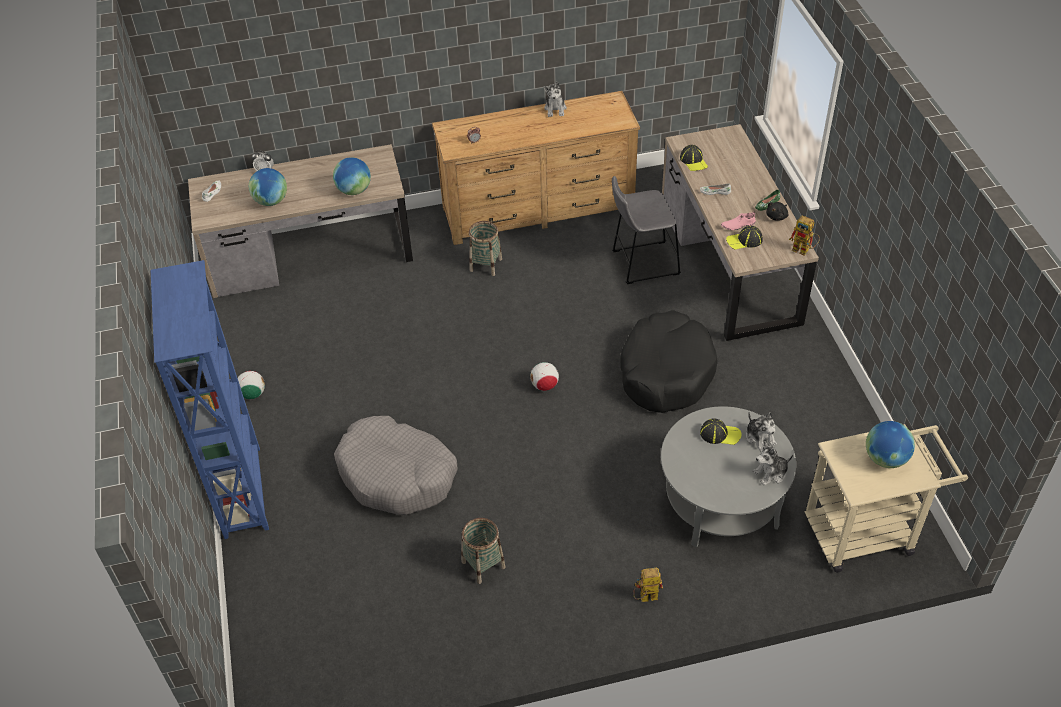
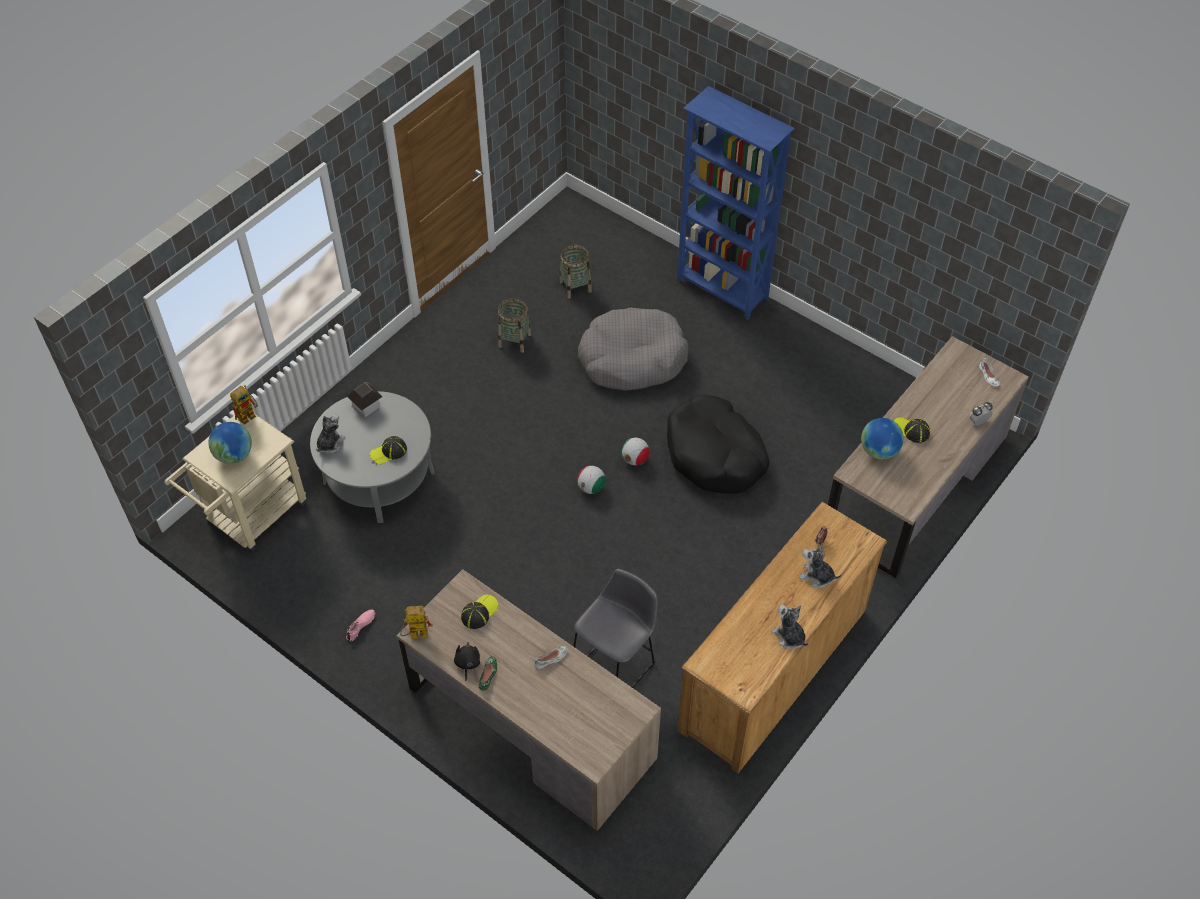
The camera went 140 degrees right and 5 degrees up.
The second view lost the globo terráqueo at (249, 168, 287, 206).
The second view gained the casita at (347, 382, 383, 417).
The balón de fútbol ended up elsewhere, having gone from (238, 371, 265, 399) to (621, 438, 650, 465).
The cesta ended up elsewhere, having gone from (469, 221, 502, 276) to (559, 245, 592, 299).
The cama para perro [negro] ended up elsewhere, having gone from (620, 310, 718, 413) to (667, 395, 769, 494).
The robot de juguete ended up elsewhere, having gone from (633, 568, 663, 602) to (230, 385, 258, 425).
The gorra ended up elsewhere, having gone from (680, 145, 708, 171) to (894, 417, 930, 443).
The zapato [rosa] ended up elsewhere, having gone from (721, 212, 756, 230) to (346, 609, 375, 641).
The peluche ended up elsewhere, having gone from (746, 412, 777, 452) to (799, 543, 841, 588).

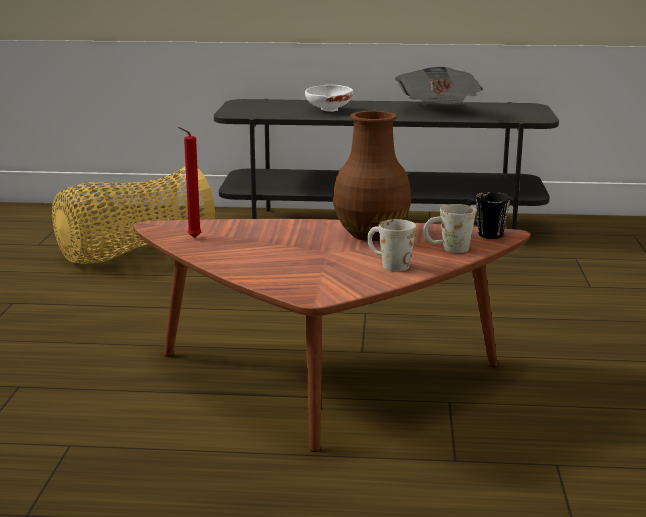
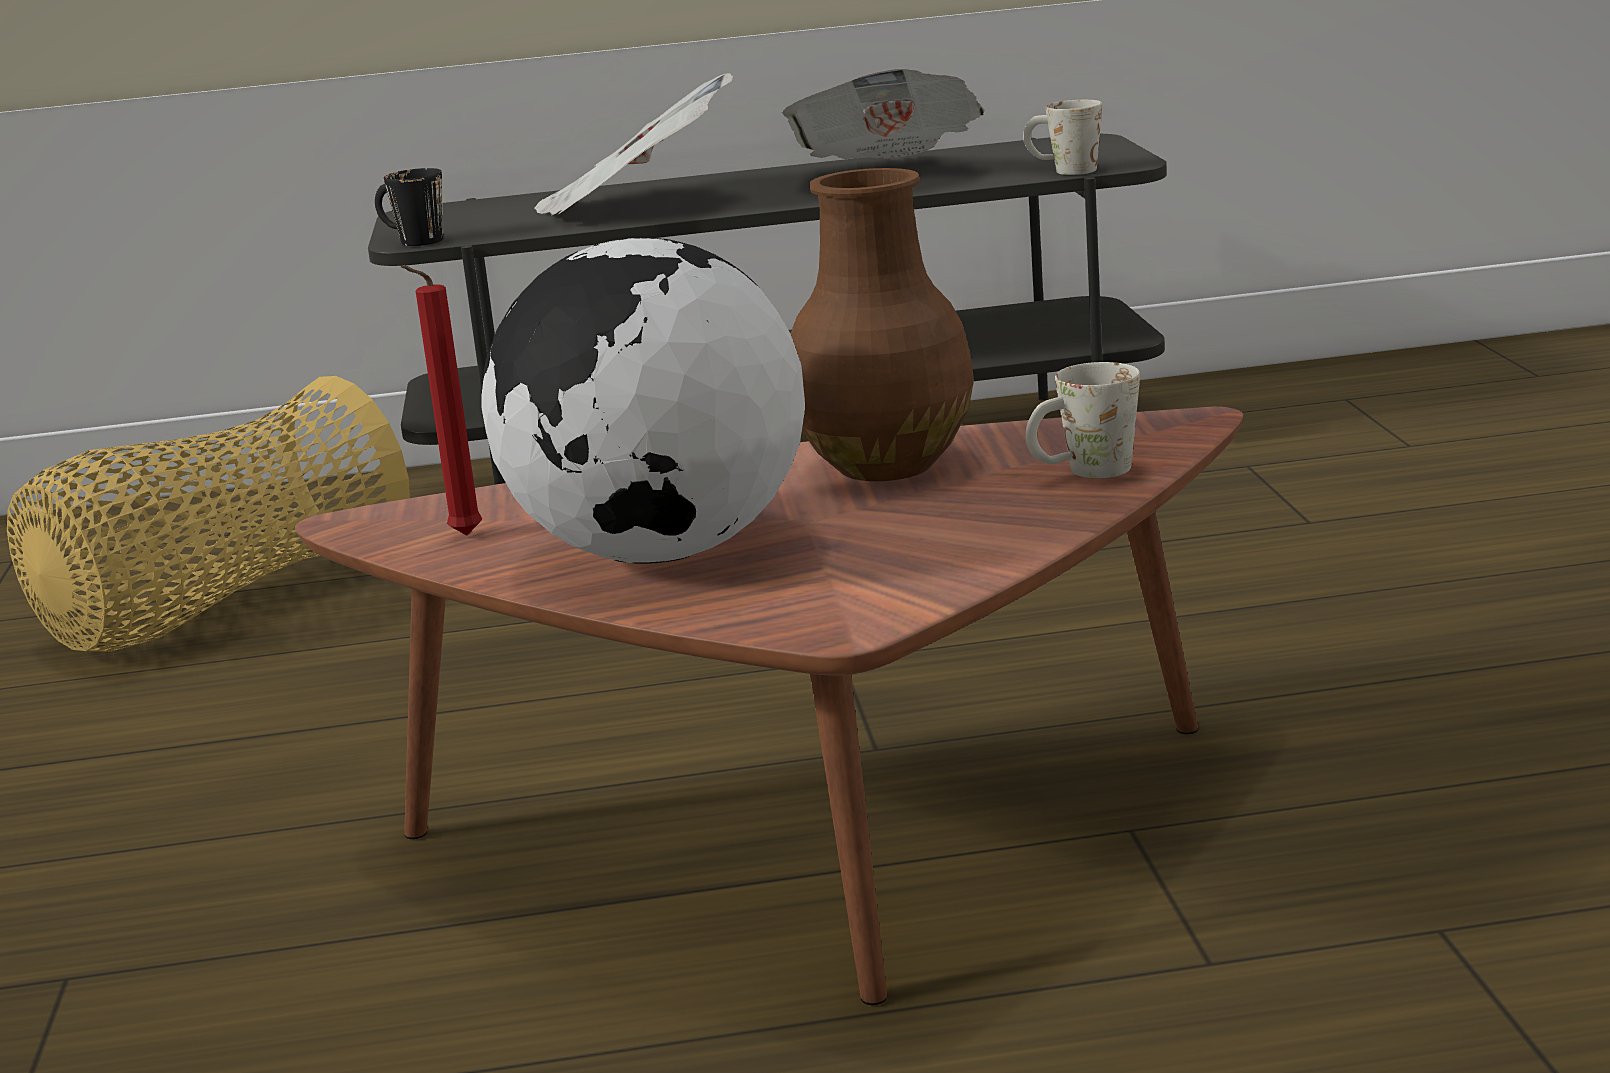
The camera went 10 degrees left and 0 degrees up.
The second view gained the globo terráqueo at (481, 237, 805, 564).
The taza grande [blanco] ended up elsewhere, having gone from (367, 219, 416, 271) to (1023, 100, 1102, 175).
The taza grande [negro] ended up elsewhere, having gone from (465, 192, 510, 239) to (375, 168, 443, 246).
Where the cuenco [blanco] stood at (305, 85, 353, 112), the periódico came to stand at (534, 73, 733, 215).

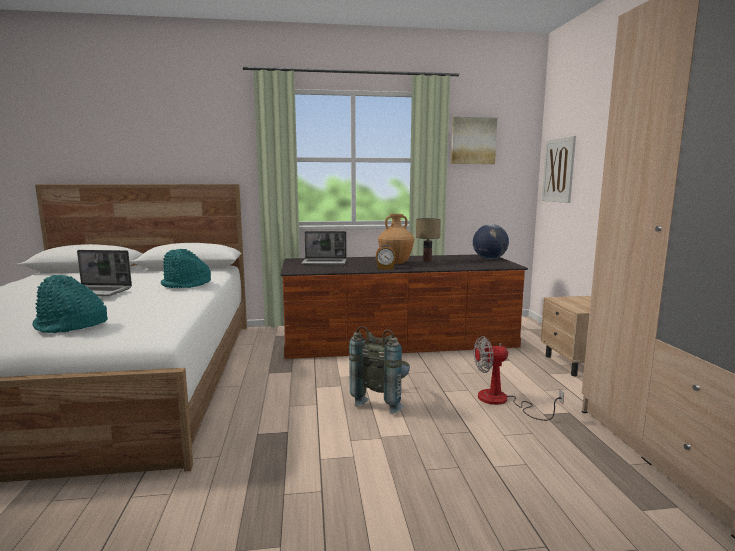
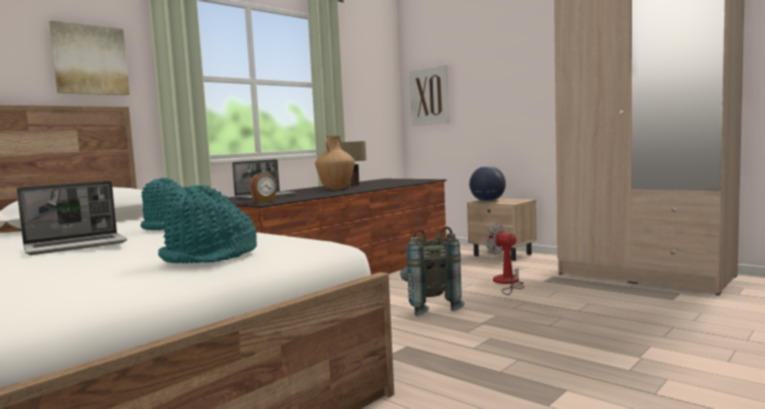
The camera went 40 degrees left and 5 degrees down.
The despertador ended up elsewhere, having gone from (376, 245, 396, 270) to (249, 172, 277, 203).
The cuadro ended up elsewhere, having gone from (451, 117, 497, 164) to (49, 20, 130, 95).
The globo terráqueo ended up elsewhere, having gone from (473, 224, 509, 259) to (469, 166, 506, 202).
The ventilador at (474, 336, 564, 421) ended up facing another way, 90 degrees clockwise from before.

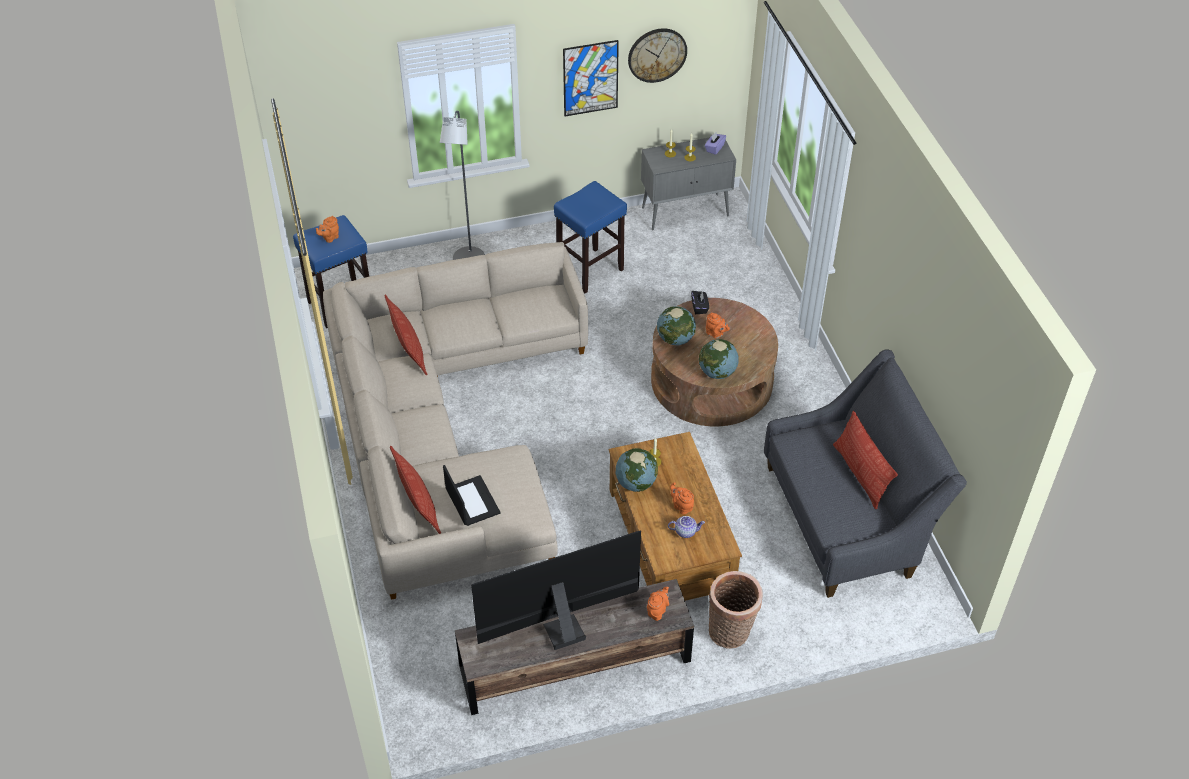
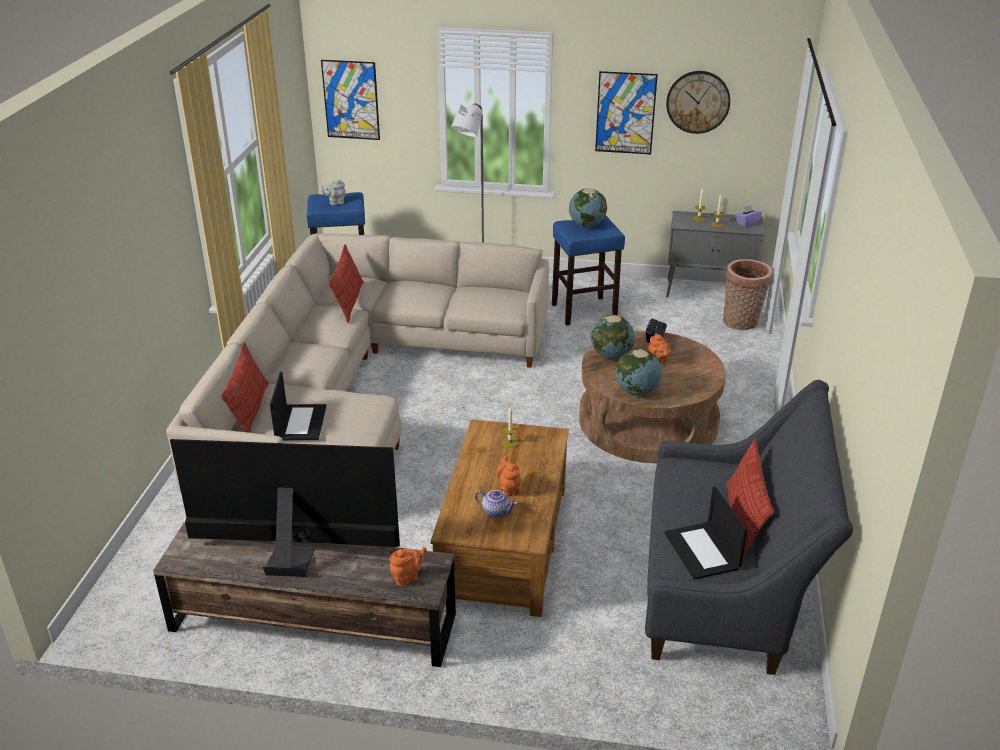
The camera went 25 degrees right and 15 degrees down.
The second view gained the cuadro at (321, 60, 380, 140).
The second view gained the portátil at (665, 486, 748, 580).
The globo terráqueo ended up elsewhere, having gone from (616, 448, 658, 492) to (569, 188, 607, 227).
The cesta ended up elsewhere, having gone from (709, 571, 763, 649) to (723, 259, 773, 330).
What was the tetera [naranja] at (316, 216, 339, 243) turned into the tetera [gris] at (320, 180, 346, 205).

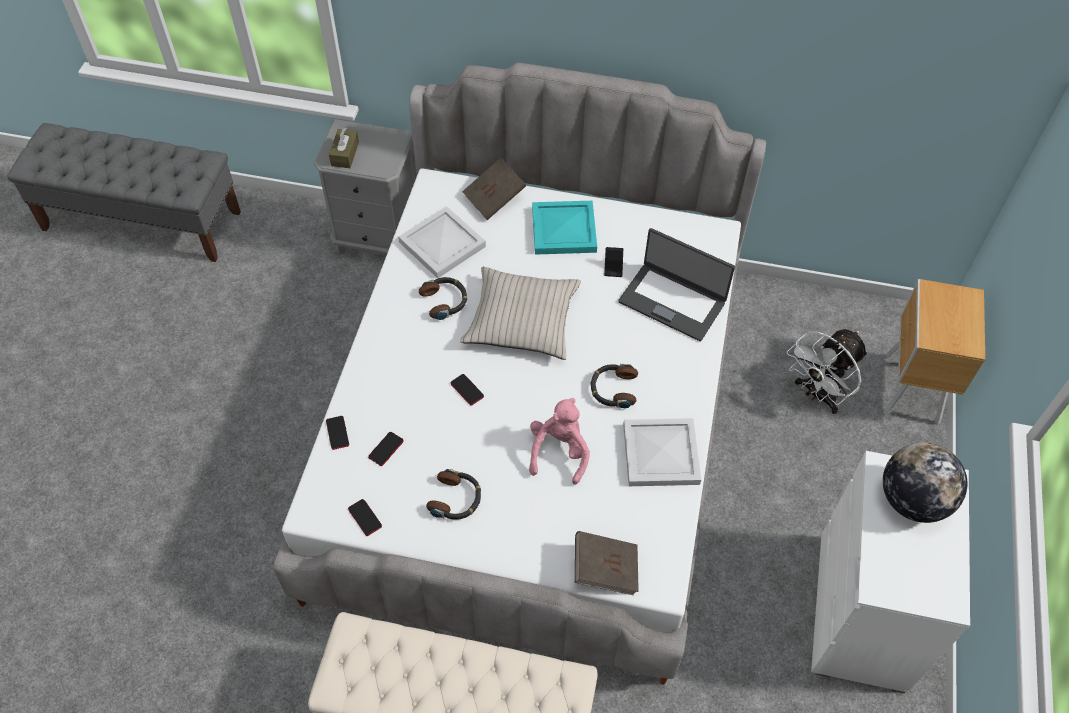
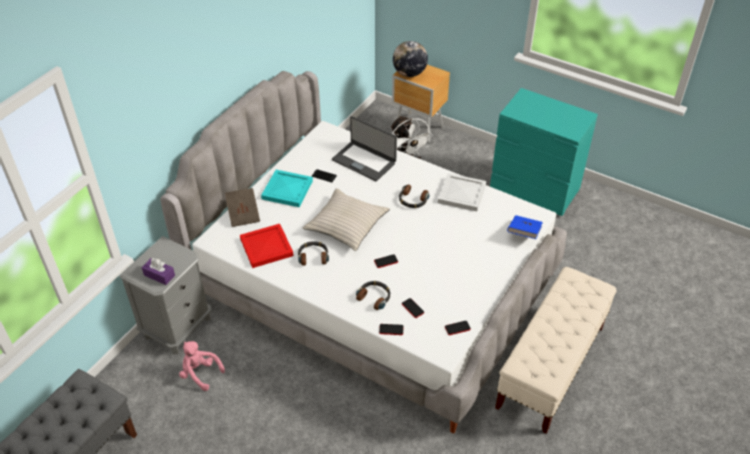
The camera went 70 degrees left and 10 degrees down.
The auriculares ended up elsewhere, having gone from (426, 469, 481, 520) to (356, 281, 391, 310).
The peluche [rosa] ended up elsewhere, having gone from (529, 398, 590, 485) to (179, 341, 225, 391).
The globo terráqueo ended up elsewhere, having gone from (883, 442, 968, 523) to (393, 41, 428, 77).
What was the caja de pañuelos [marrón] at (329, 128, 359, 168) turned into the caja de pañuelos [morado] at (142, 258, 175, 285).
What was the bandeja [blanco] at (398, 206, 486, 278) turned into the bandeja [rojo] at (240, 224, 294, 268).
What was the libro [marrón] at (575, 531, 639, 595) turned into the libro [azul] at (507, 215, 543, 239).
What was the cómoda [blanco] at (811, 451, 970, 693) turned into the cómoda [turquesa] at (490, 88, 598, 216).
The portátil at (618, 228, 735, 341) ended up facing another way, 75 degrees clockwise from before.

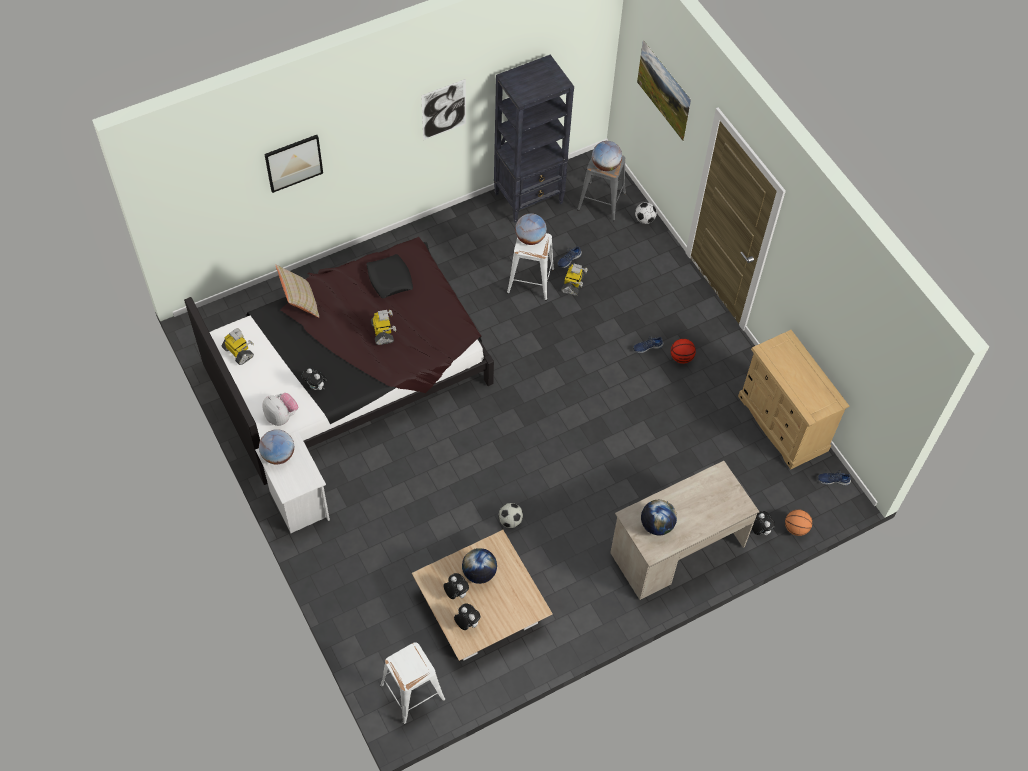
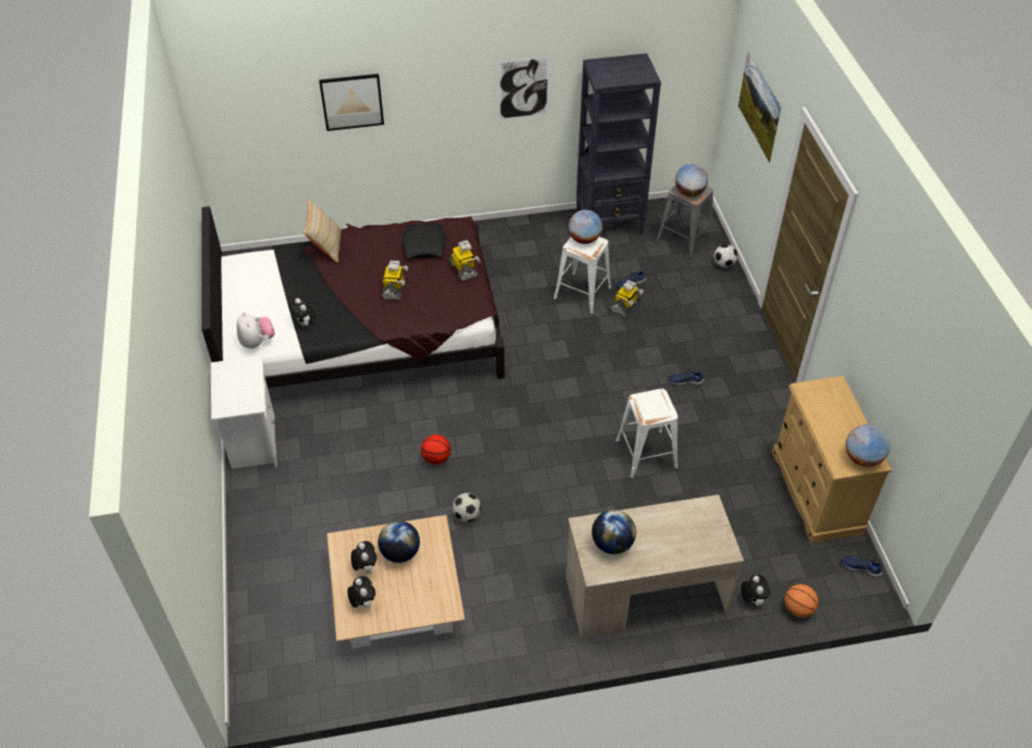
The camera went 20 degrees right and 10 degrees down.
The robot de juguete ended up elsewhere, having gone from (222, 328, 254, 365) to (448, 240, 480, 281).
The globo terráqueo ended up elsewhere, having gone from (259, 429, 294, 465) to (846, 424, 890, 467).
The taburete [blanco] ended up elsewhere, having gone from (380, 642, 445, 724) to (615, 389, 678, 479).
The balón de baloncesto ended up elsewhere, having gone from (671, 339, 696, 364) to (421, 435, 451, 465).

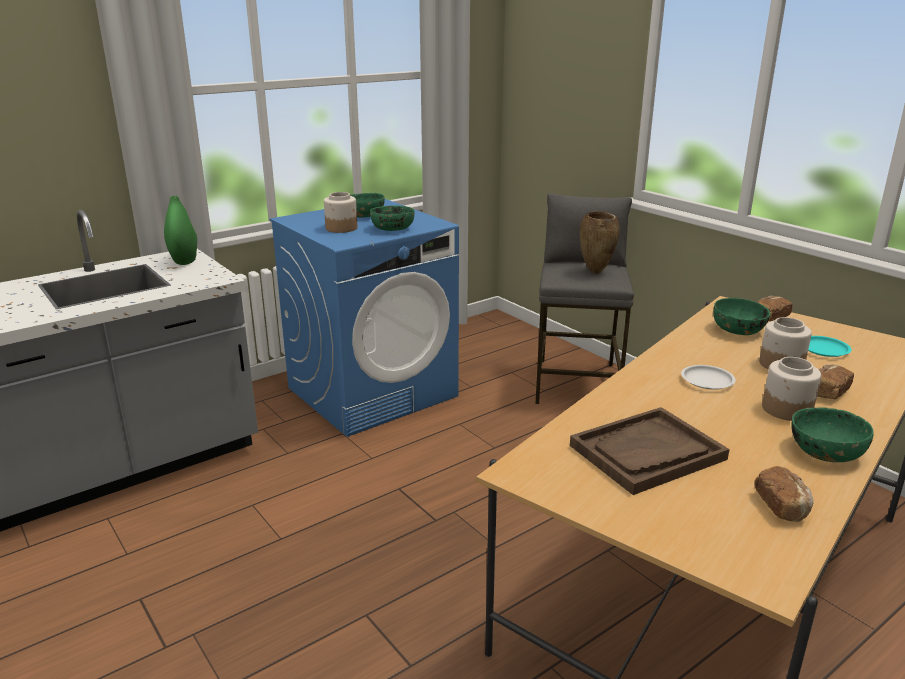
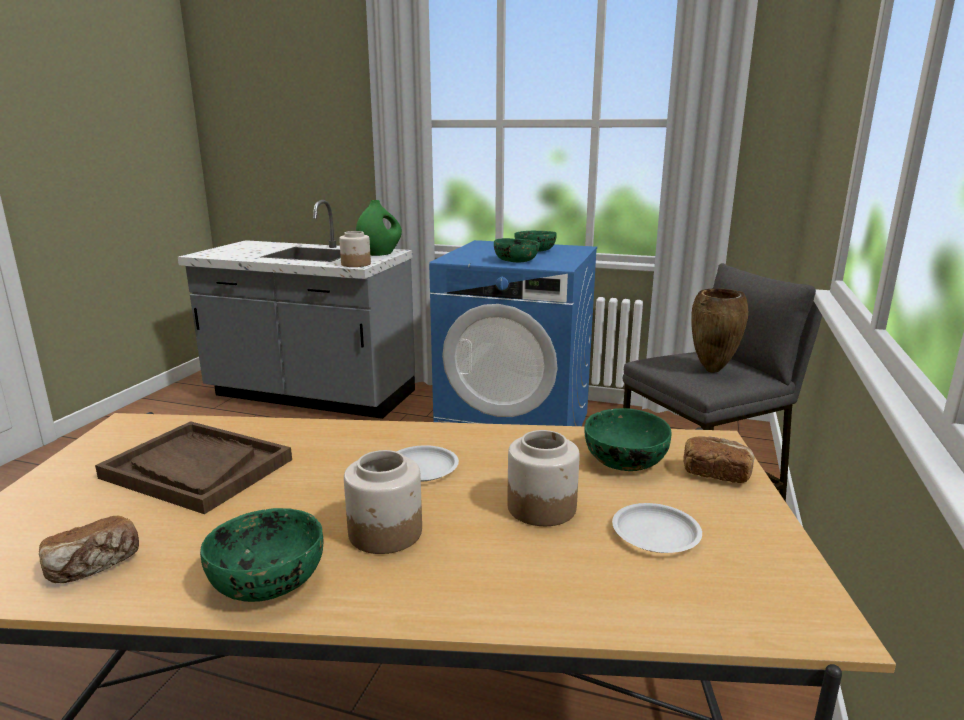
The camera went 55 degrees right and 5 degrees down.
The second view lost the pan at (817, 364, 854, 399).
The tarro ended up elsewhere, having gone from (324, 192, 357, 233) to (339, 231, 371, 267).
What was the plato [turquesa] at (808, 336, 852, 357) turned into the plato [blanco] at (612, 503, 702, 553).

